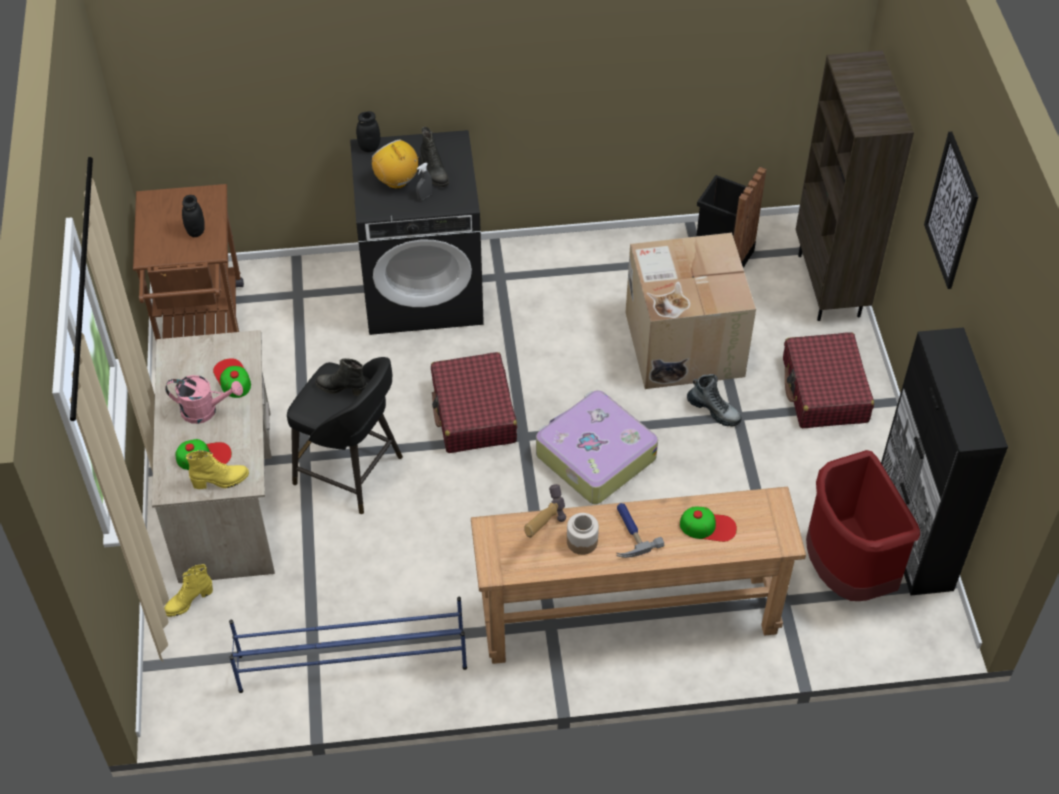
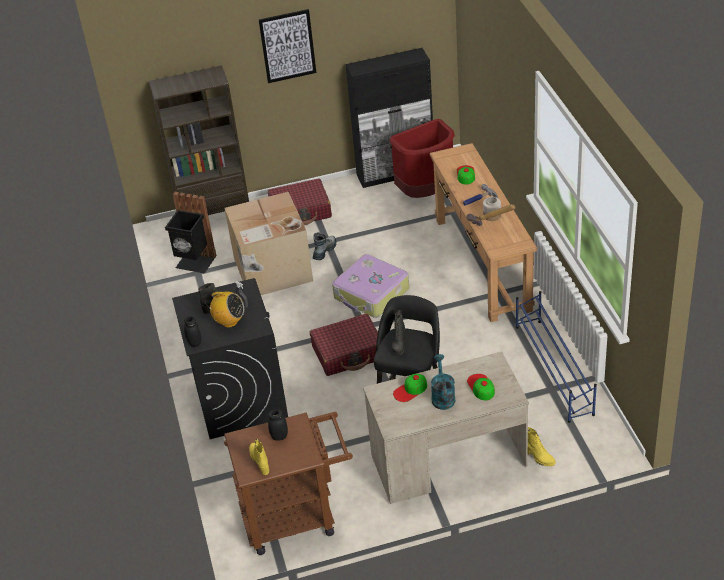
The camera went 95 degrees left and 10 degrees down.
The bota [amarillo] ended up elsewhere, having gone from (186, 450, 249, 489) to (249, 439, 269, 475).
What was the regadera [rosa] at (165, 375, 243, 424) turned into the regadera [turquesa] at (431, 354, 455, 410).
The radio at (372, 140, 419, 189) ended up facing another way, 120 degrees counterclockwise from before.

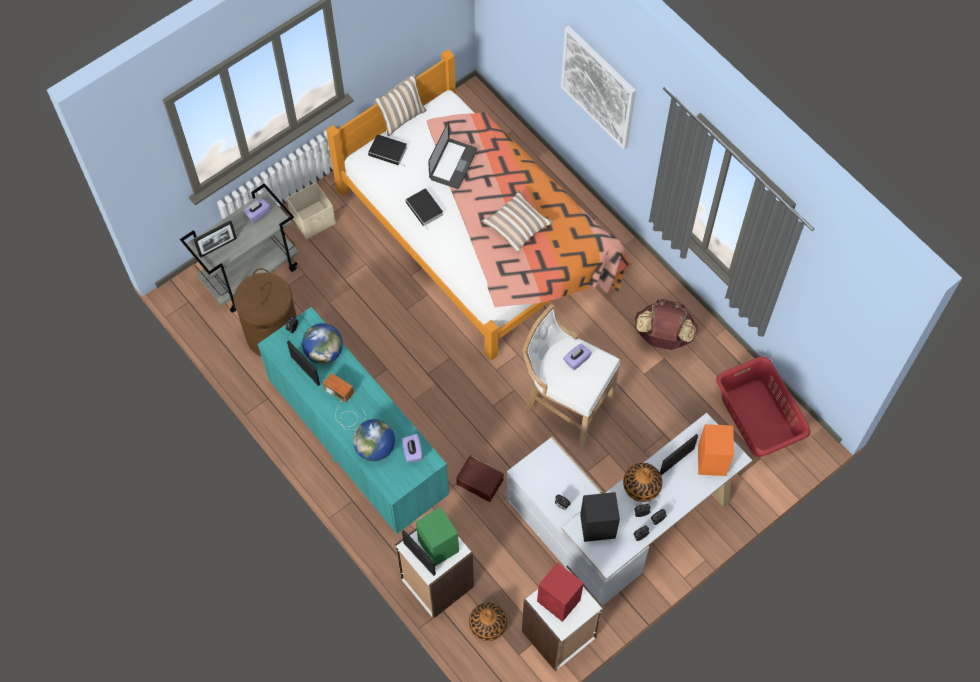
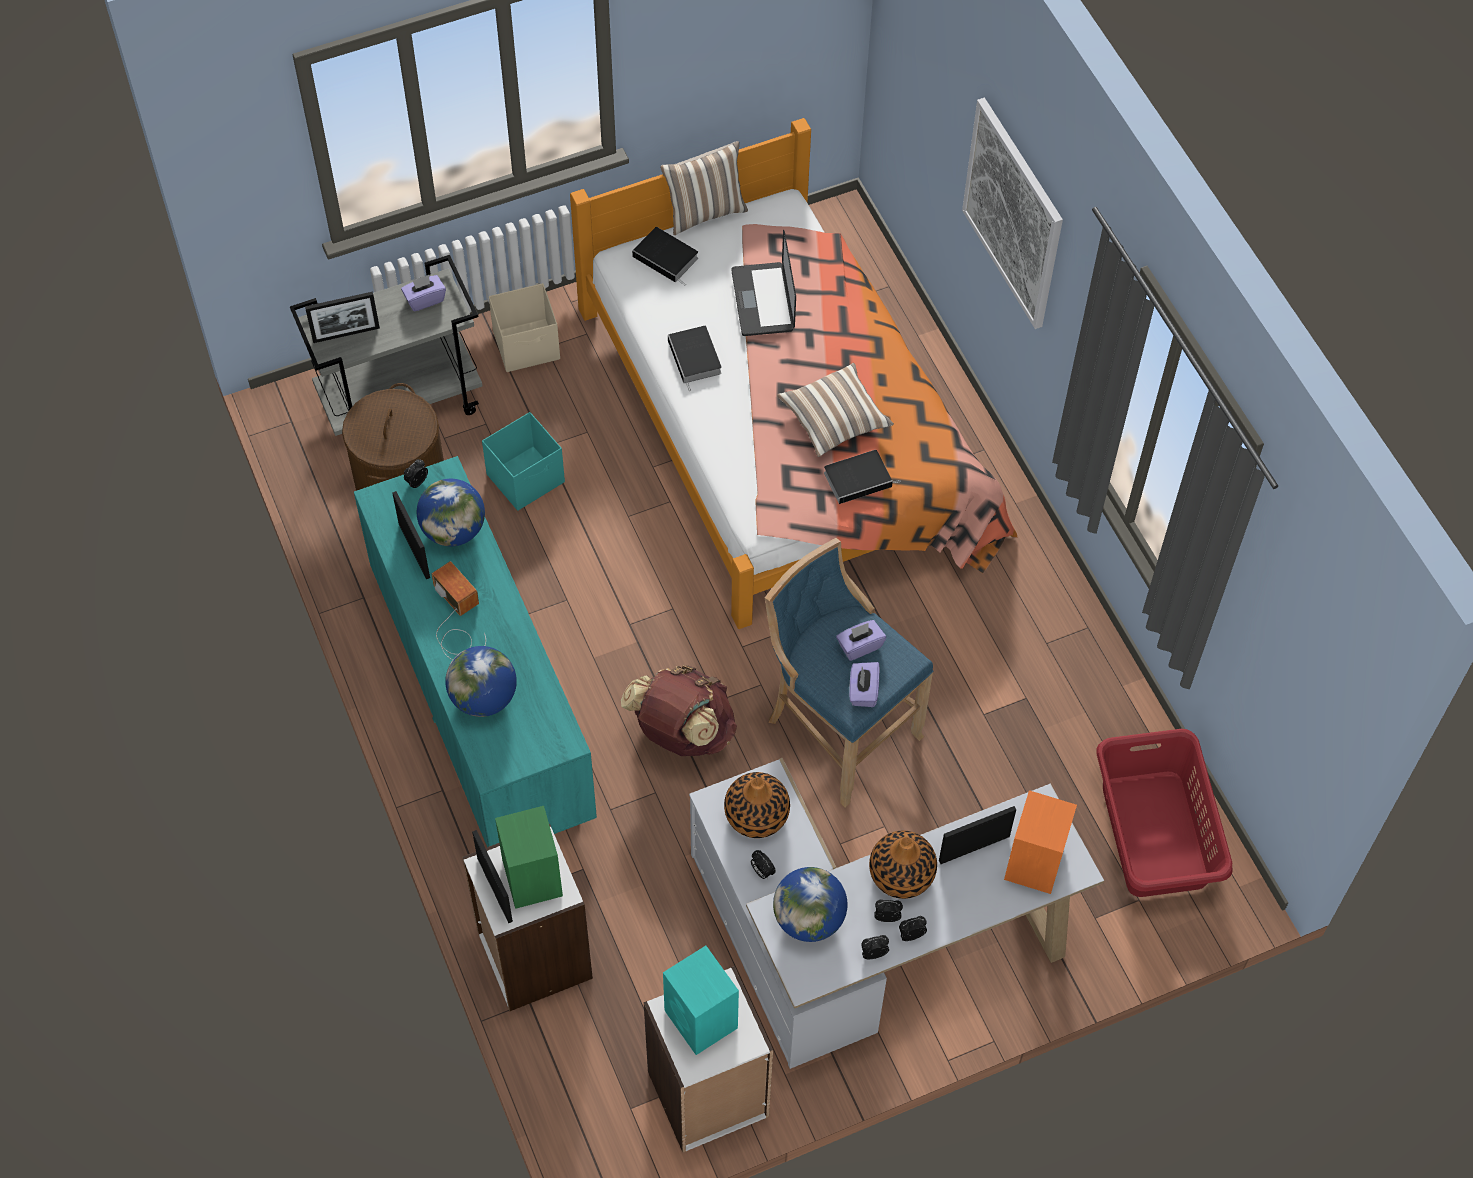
The camera went 15 degrees right and 5 degrees down.
The second view lost the caja de almacenaje [marrón] at (456, 455, 504, 502).
The second view gained the caja de almacenaje [turquesa] at (482, 412, 565, 511).
The second view gained the libro at (824, 450, 901, 504).
The caja de pañuelos [morado] ended up elsewhere, having gone from (402, 434, 423, 463) to (849, 662, 880, 707).
The florero ended up elsewhere, having gone from (469, 603, 507, 641) to (724, 772, 790, 838).
The mochila [marrón] ended up elsewhere, having gone from (634, 299, 698, 350) to (621, 665, 737, 756).
Where the altavoz [negro] stood at (580, 492, 620, 542), the globo terráqueo came to stand at (773, 867, 847, 942).
What was the taburete [blanco] at (523, 304, 620, 449) turned into the taburete [azul] at (765, 538, 933, 808).
What was the altavoz [rojo] at (537, 562, 584, 622) turned into the altavoz [turquesa] at (663, 946, 739, 1055).
The portátil at (428, 121, 477, 189) ended up facing another way, 135 degrees clockwise from before.

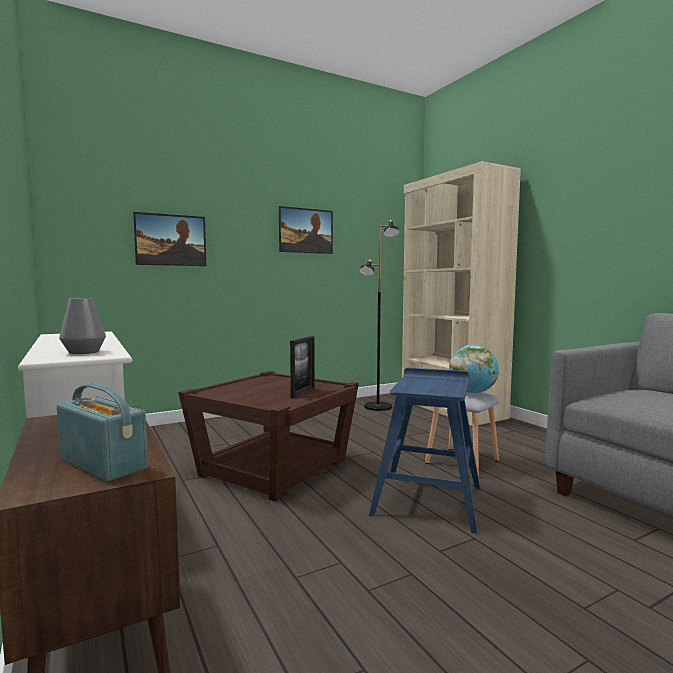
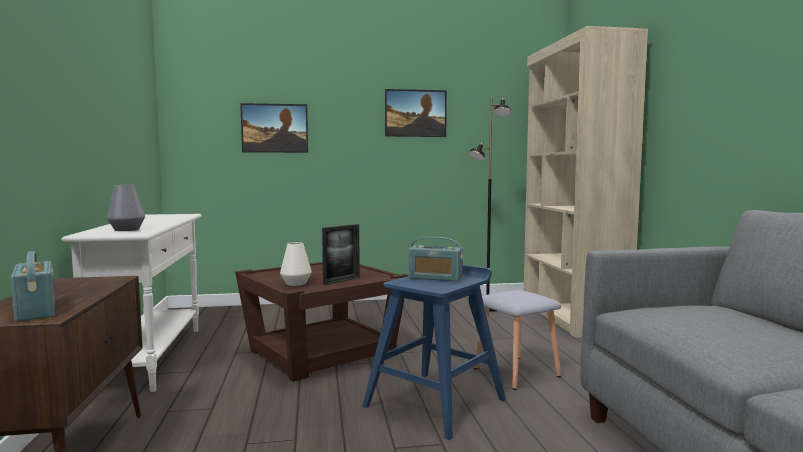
The camera went 20 degrees right and 0 degrees up.
The second view lost the globo terráqueo at (449, 345, 499, 394).
The second view gained the florero [blanco] at (280, 242, 312, 286).
The second view gained the radio at (409, 237, 463, 281).

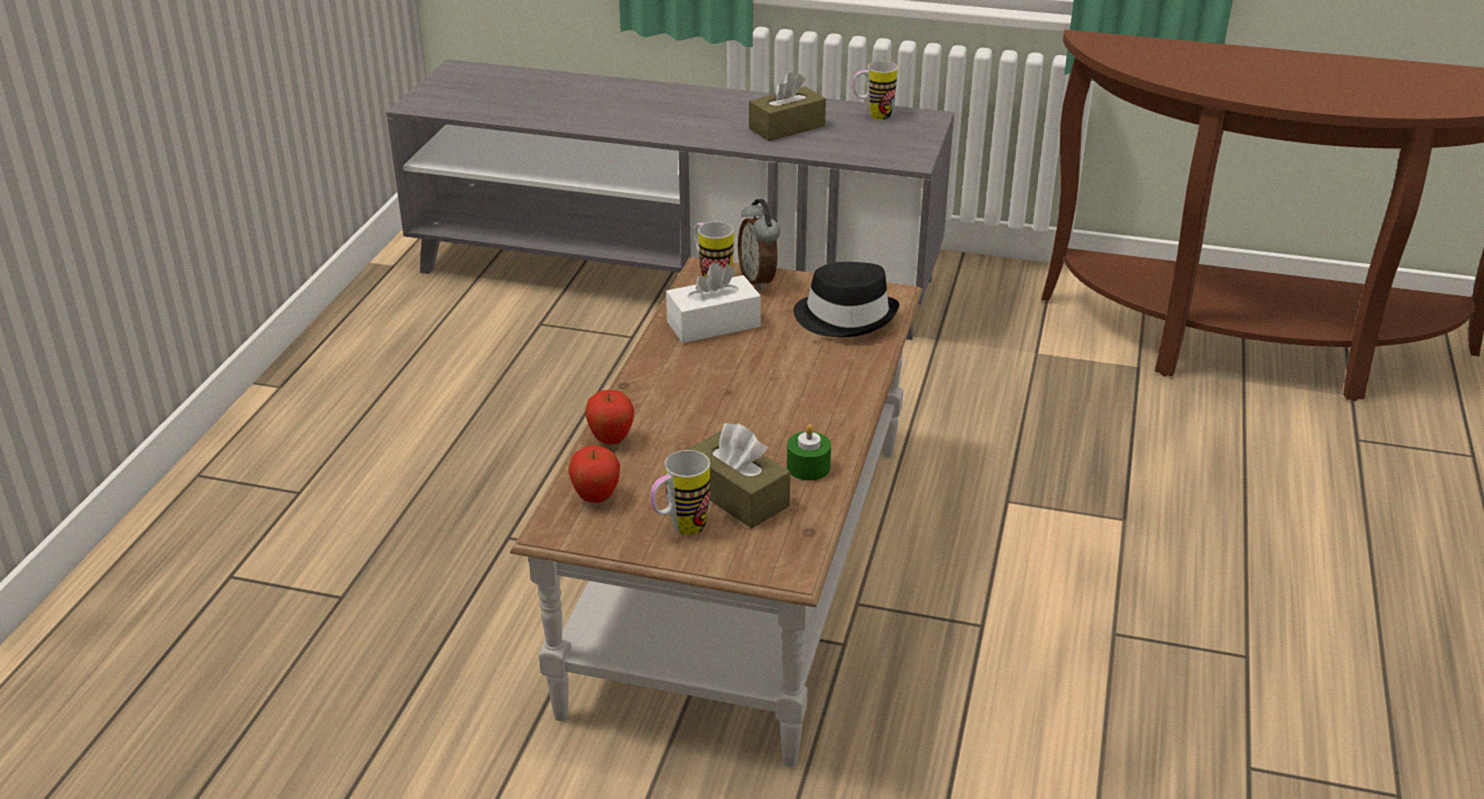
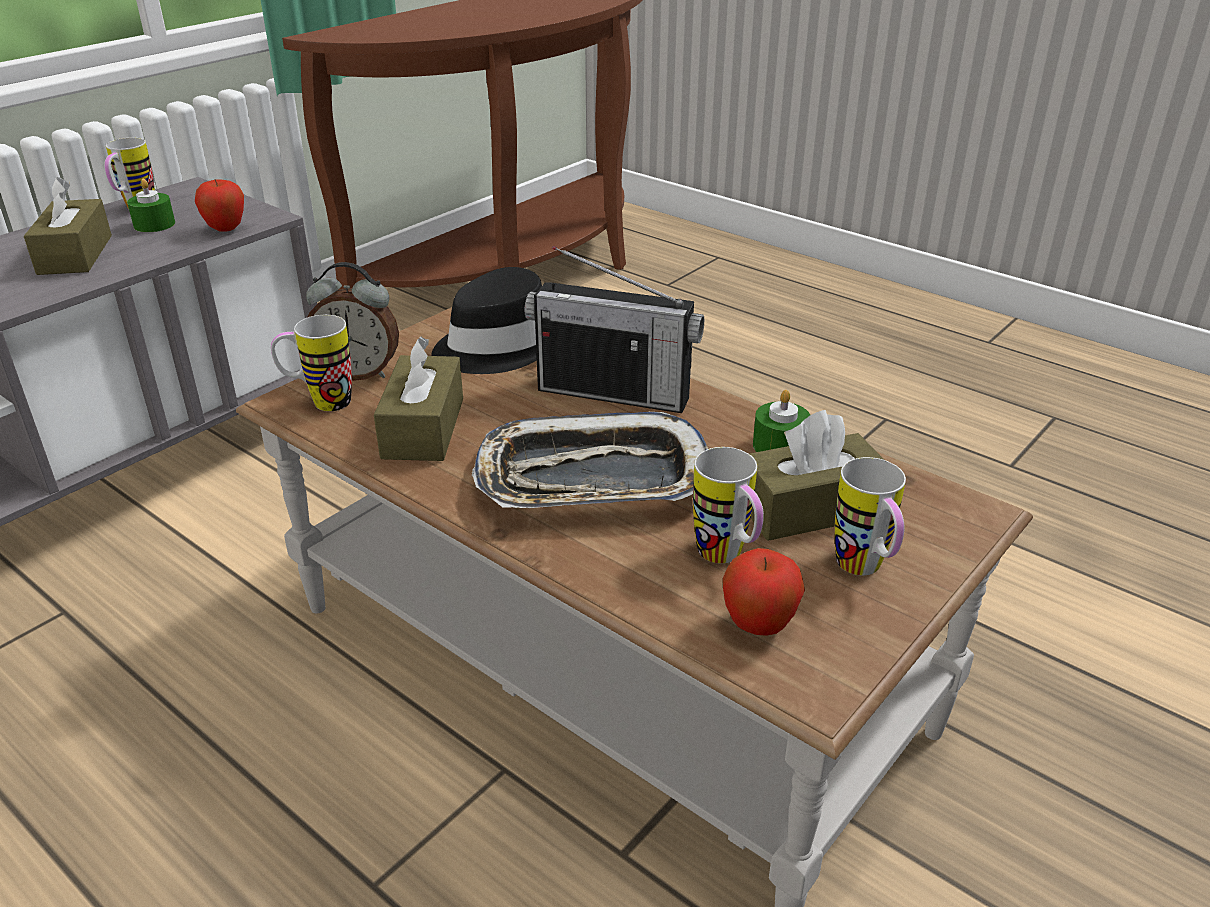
The camera went 65 degrees left and 0 degrees up.
The second view gained the vela [verde] at (127, 179, 175, 232).
The second view gained the bandeja at (472, 412, 708, 508).
The second view gained the radio at (525, 246, 704, 413).
The second view gained the taza grande at (693, 447, 764, 564).
The manzana ended up elsewhere, having gone from (585, 390, 634, 444) to (195, 179, 244, 232).
What was the caja de pañuelos [blanco] at (666, 262, 761, 343) turned into the caja de pañuelos [marrón] at (374, 336, 463, 461).

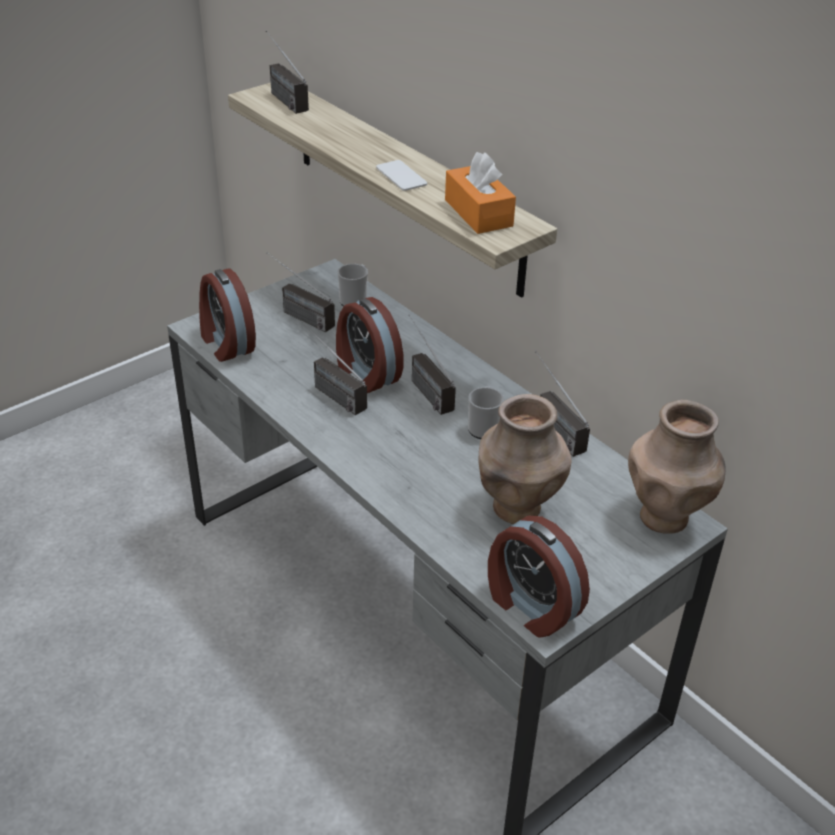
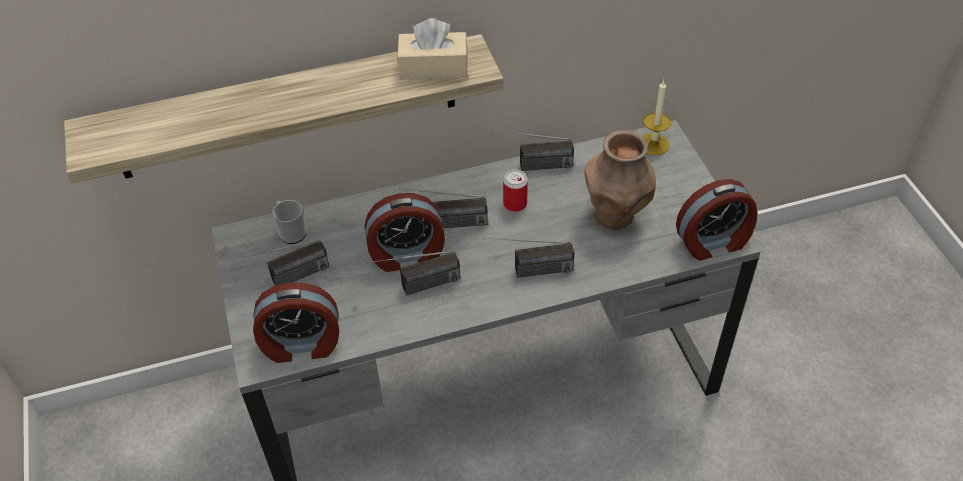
The camera went 65 degrees left and 10 degrees up.
The second view lost the móvil at (376, 160, 427, 191).
The radio ended up elsewhere, having gone from (266, 30, 309, 114) to (484, 238, 575, 278).
Where the taza grande stood at (468, 386, 504, 439), the lata came to stand at (503, 169, 528, 212).
Where the florero [marrón] stood at (628, 400, 726, 534), the vela came to stand at (643, 80, 671, 155).
What was the caja de pañuelos [naranja] at (445, 152, 516, 234) turned into the caja de pañuelos [beis] at (397, 18, 468, 80).

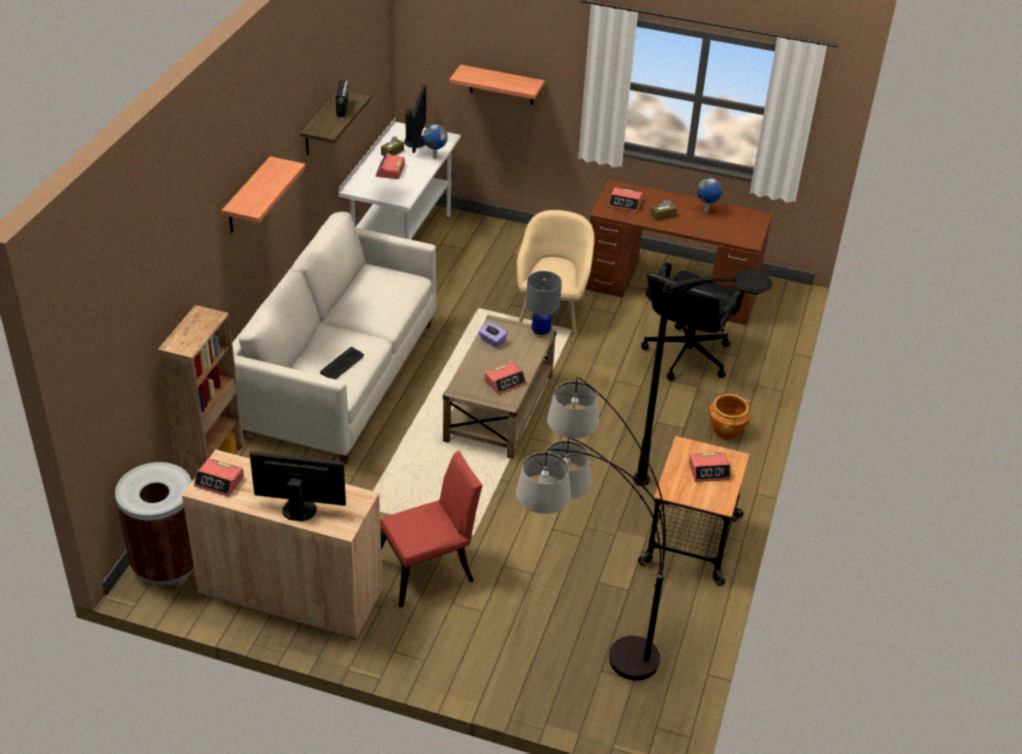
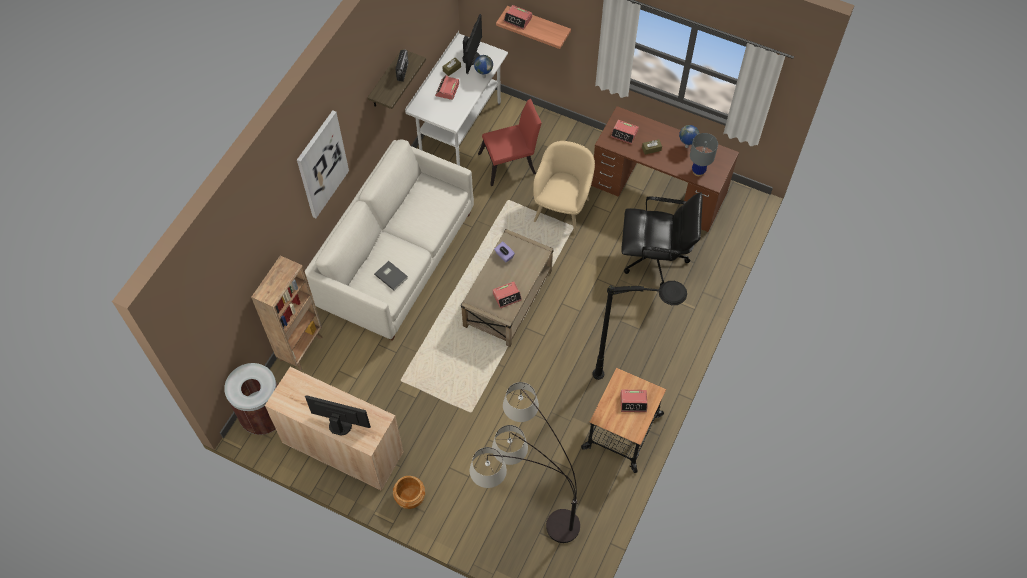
The camera went 10 degrees right and 20 degrees up.
The despertador ended up elsewhere, having gone from (194, 458, 244, 497) to (503, 5, 532, 30).
The silla [rojo] ended up elsewhere, having gone from (380, 451, 482, 607) to (478, 99, 542, 186).
The lámpara de mesa [gris] ended up elsewhere, having gone from (526, 271, 562, 338) to (690, 133, 718, 176).
The maceta [marrón] ended up elsewhere, having gone from (709, 394, 750, 440) to (393, 476, 425, 509).
Where the estante hung at (221, 156, 306, 233), the cuadro came to hang at (297, 110, 349, 218).
Where the teclado stood at (320, 347, 364, 379), the libro [gris] came to stand at (374, 261, 408, 290).
The silla de oficina [negro] at (641, 263, 744, 381) ended up facing another way, 120 degrees counterclockwise from before.

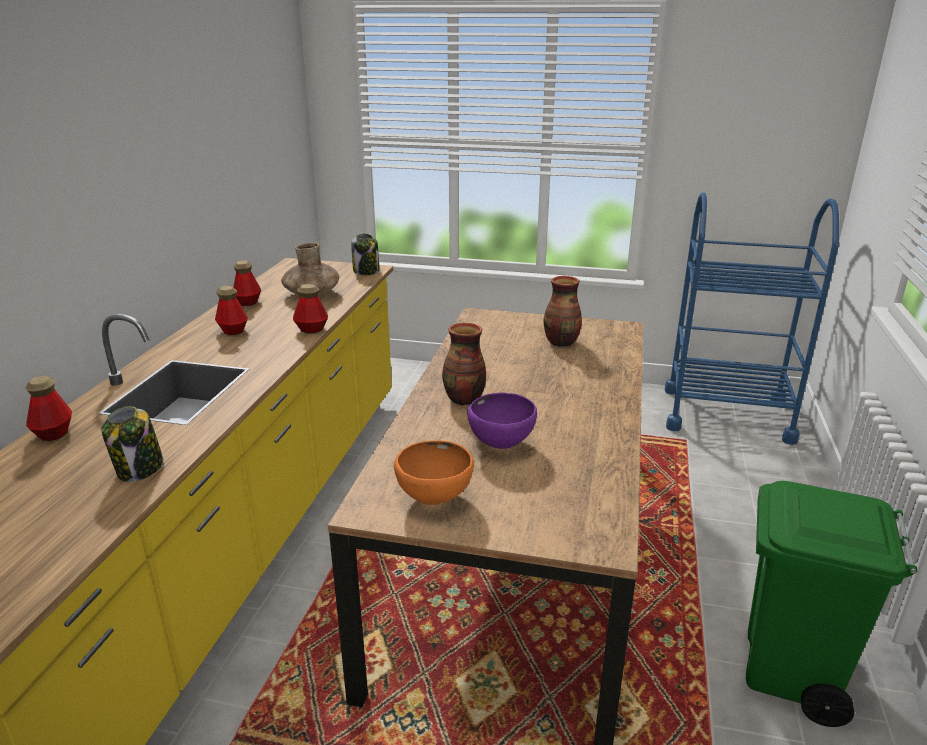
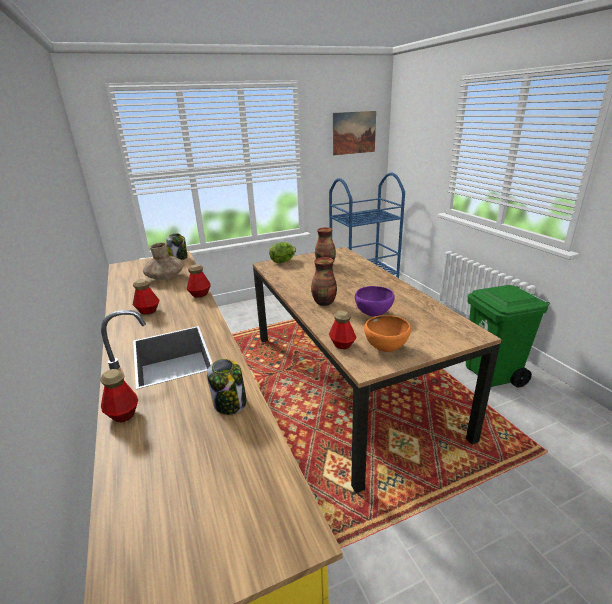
The camera went 35 degrees left and 0 degrees up.
The second view gained the lechuga at (269, 242, 296, 263).
The second view gained the cuadro at (333, 111, 376, 155).
The botella ended up elsewhere, having gone from (233, 260, 261, 306) to (329, 310, 357, 349).

